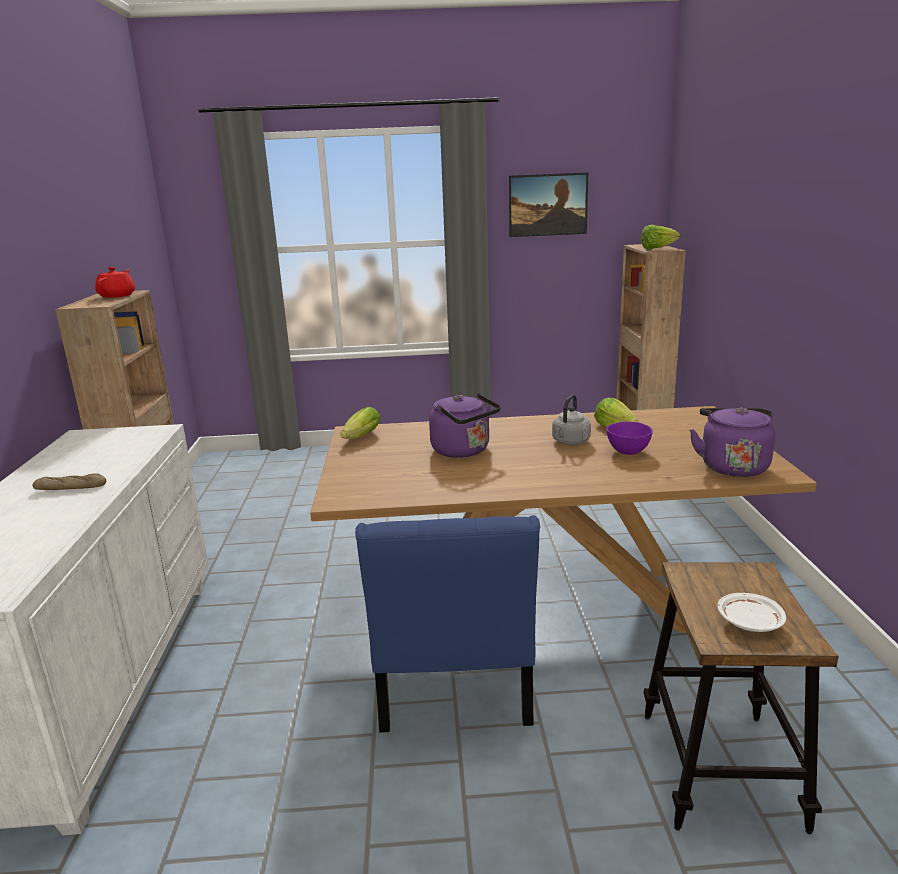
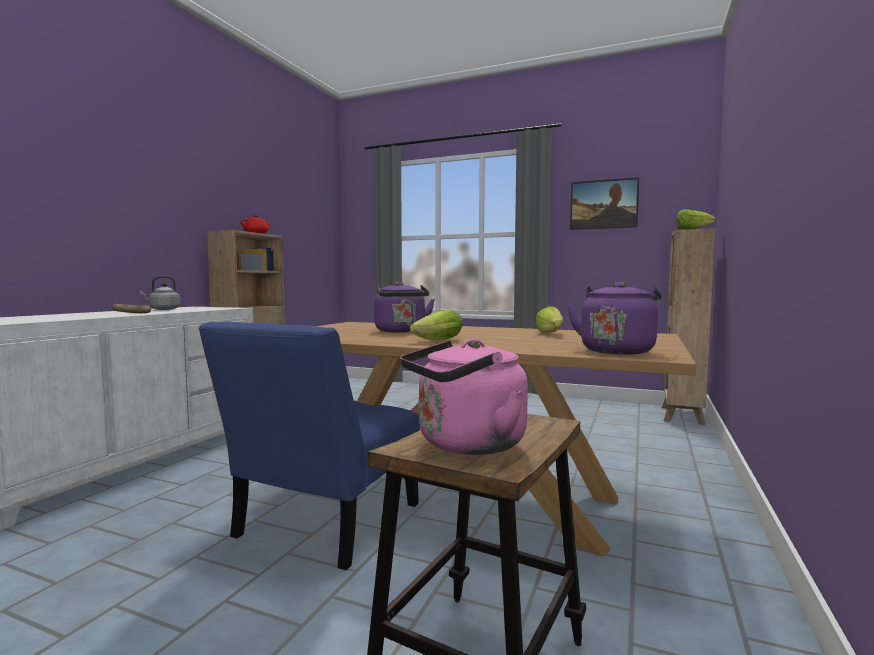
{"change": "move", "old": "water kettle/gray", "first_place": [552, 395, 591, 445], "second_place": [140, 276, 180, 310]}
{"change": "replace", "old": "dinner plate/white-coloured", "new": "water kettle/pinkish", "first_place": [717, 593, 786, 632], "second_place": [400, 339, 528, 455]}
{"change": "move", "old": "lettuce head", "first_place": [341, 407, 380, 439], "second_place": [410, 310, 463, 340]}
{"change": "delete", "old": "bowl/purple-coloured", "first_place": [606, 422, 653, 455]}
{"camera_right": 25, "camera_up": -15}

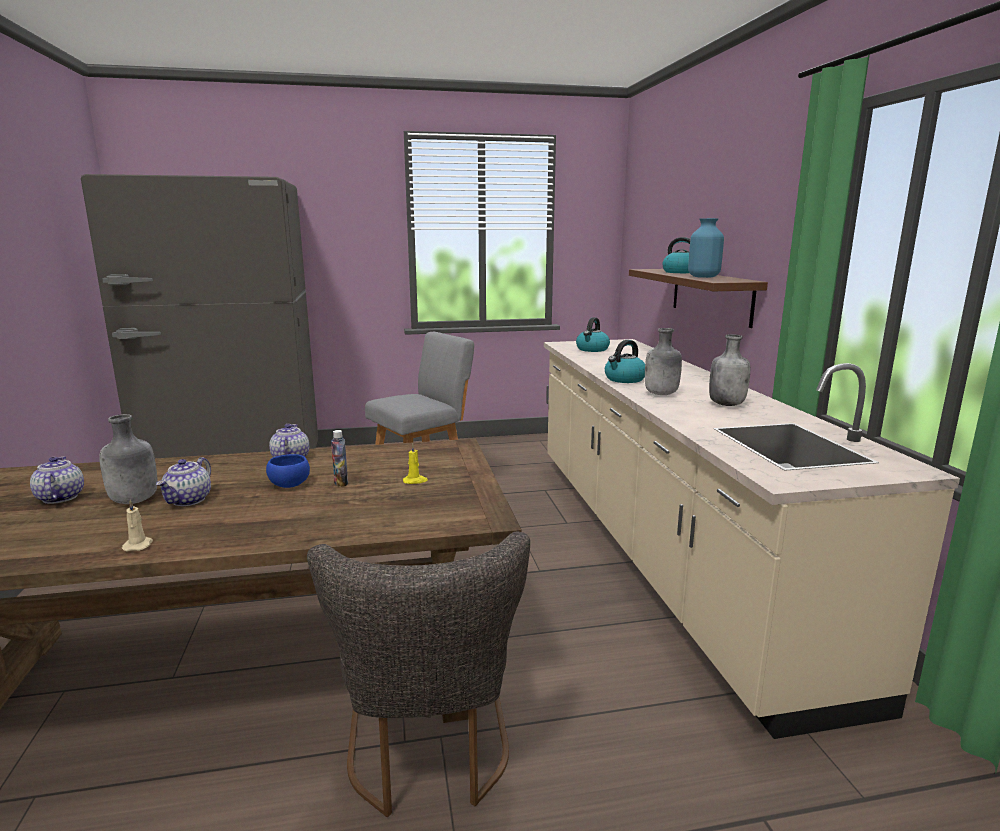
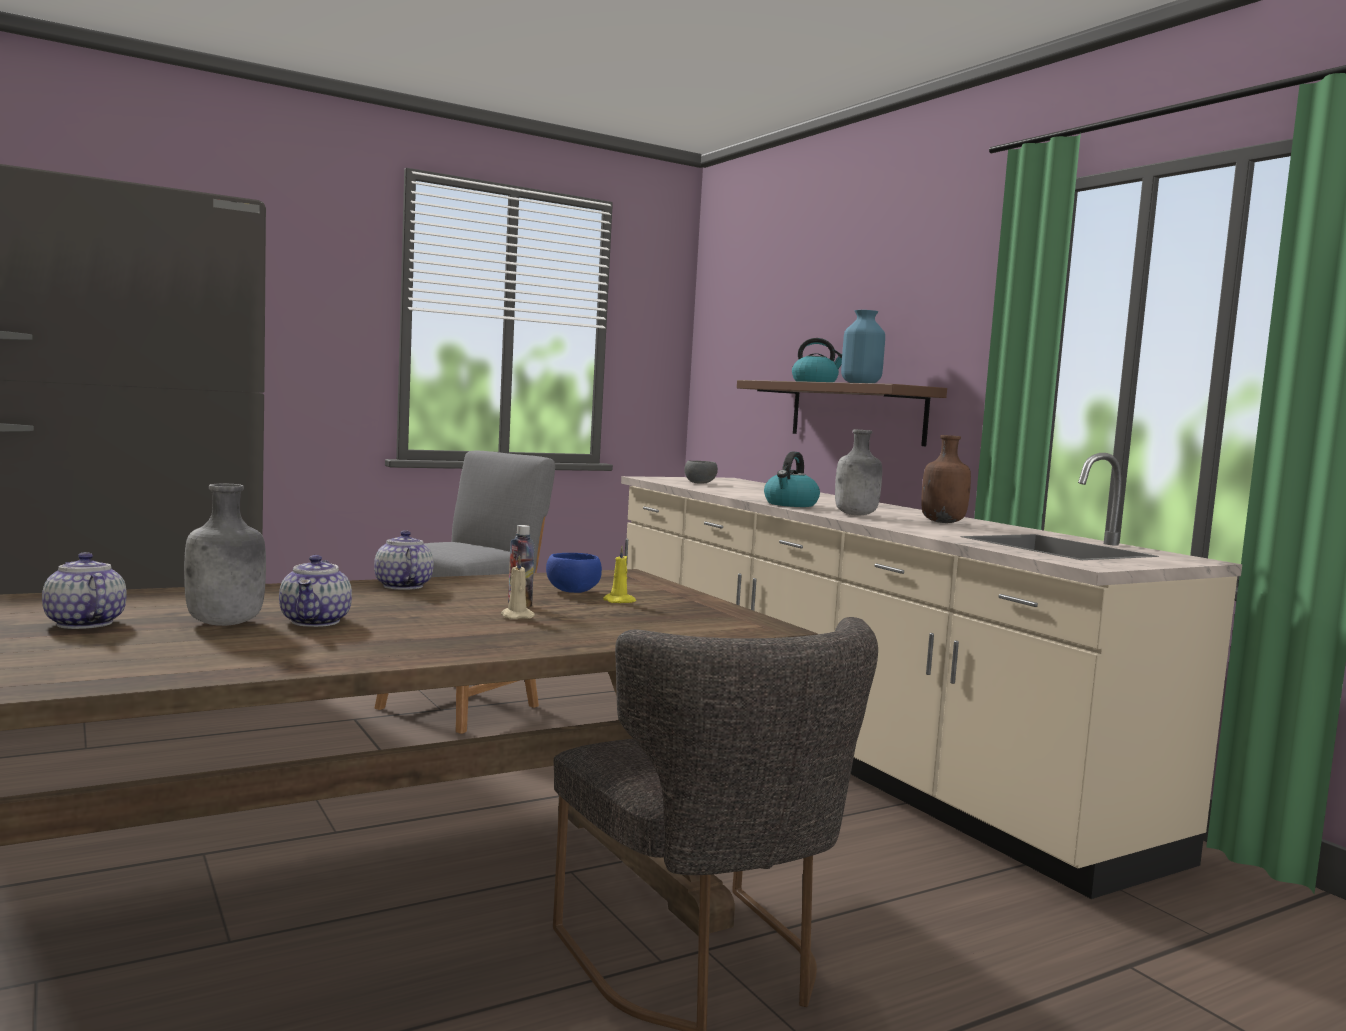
{"change": "move", "old": "wax light/beige-coloured", "first_place": [122, 500, 153, 551], "second_place": [501, 555, 535, 619]}
{"change": "move", "old": "bowl/blue-coloured", "first_place": [266, 454, 310, 488], "second_place": [546, 553, 602, 593]}
{"change": "replace", "old": "water kettle", "new": "bowl/gray", "first_place": [576, 317, 610, 352], "second_place": [684, 460, 718, 484]}
{"change": "recolor", "old": "drink bottle/gray", "new": "drink bottle/brown", "first_place": [709, 334, 750, 406], "second_place": [921, 435, 971, 523]}
{"camera_right": -20, "camera_up": -10}

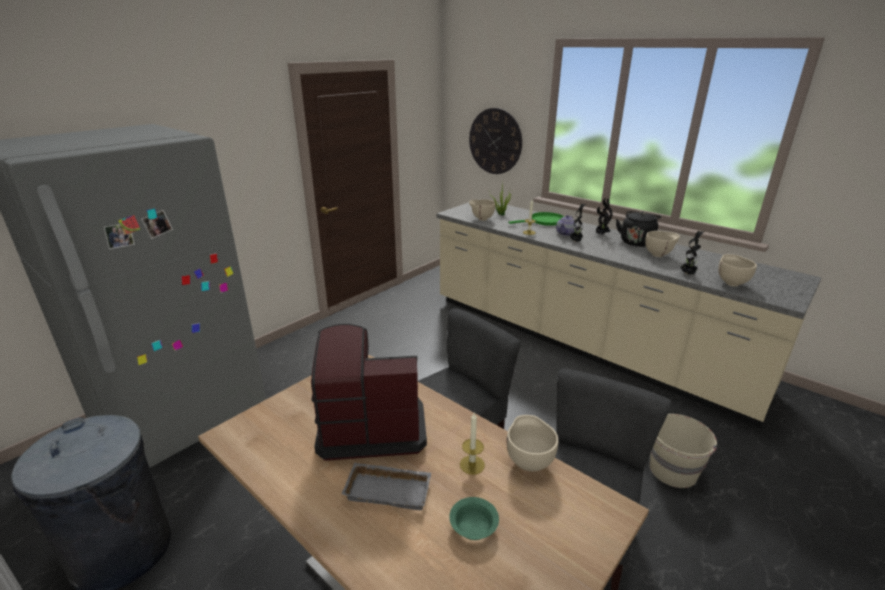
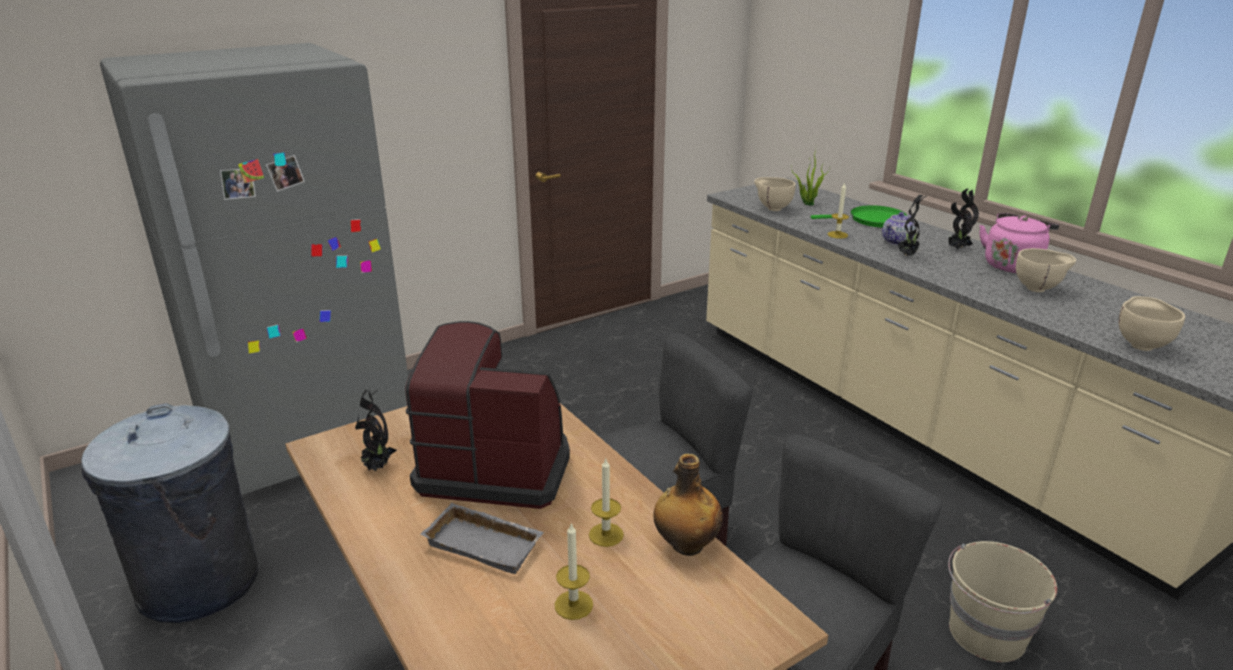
{"change": "move", "old": "plant in a pot", "first_place": [680, 231, 704, 275], "second_place": [355, 387, 397, 471]}
{"change": "replace", "old": "bowl/greenish", "new": "wax light", "first_place": [449, 497, 499, 540], "second_place": [555, 522, 593, 620]}
{"change": "replace", "old": "bowl/beige-coloured", "new": "drink bottle", "first_place": [507, 415, 558, 471], "second_place": [653, 454, 723, 556]}
{"change": "recolor", "old": "water kettle/blackish", "new": "water kettle/pinkish", "first_place": [616, 211, 661, 247], "second_place": [979, 213, 1059, 273]}
{"change": "delete", "old": "clock on the wall", "first_place": [469, 108, 522, 174]}
{"camera_right": 15, "camera_up": 0}

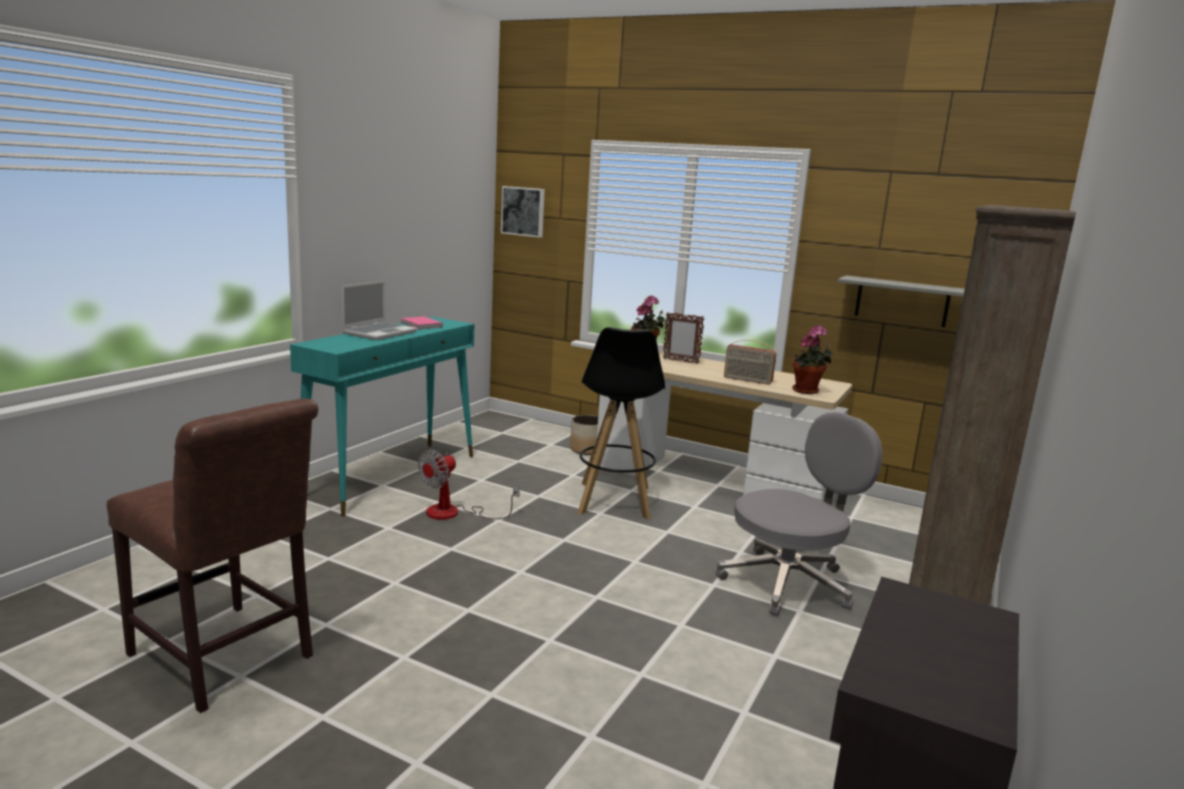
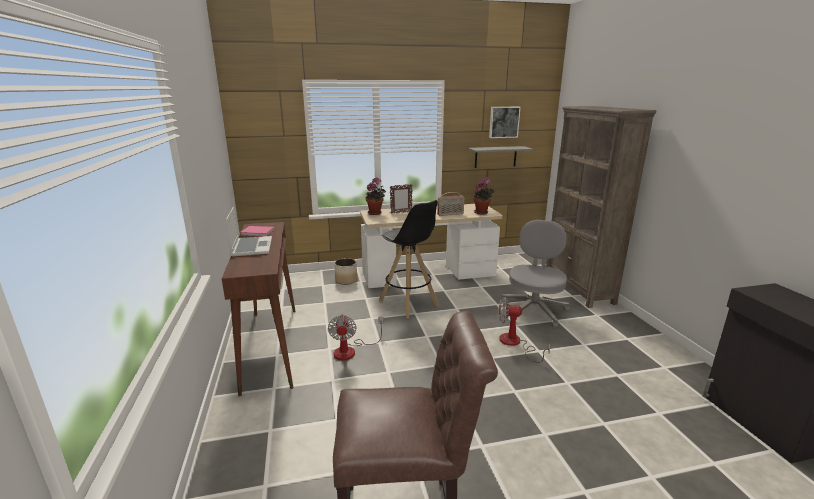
{"change": "recolor", "old": "narrow table/blue-green", "new": "narrow table/brown", "first_place": [290, 317, 474, 517], "second_place": [222, 222, 296, 396]}
{"change": "move", "old": "wall art", "first_place": [501, 186, 545, 238], "second_place": [489, 107, 521, 138]}
{"change": "insert", "new": "electric fan", "second_place": [499, 297, 550, 363]}
{"camera_right": -40, "camera_up": 5}

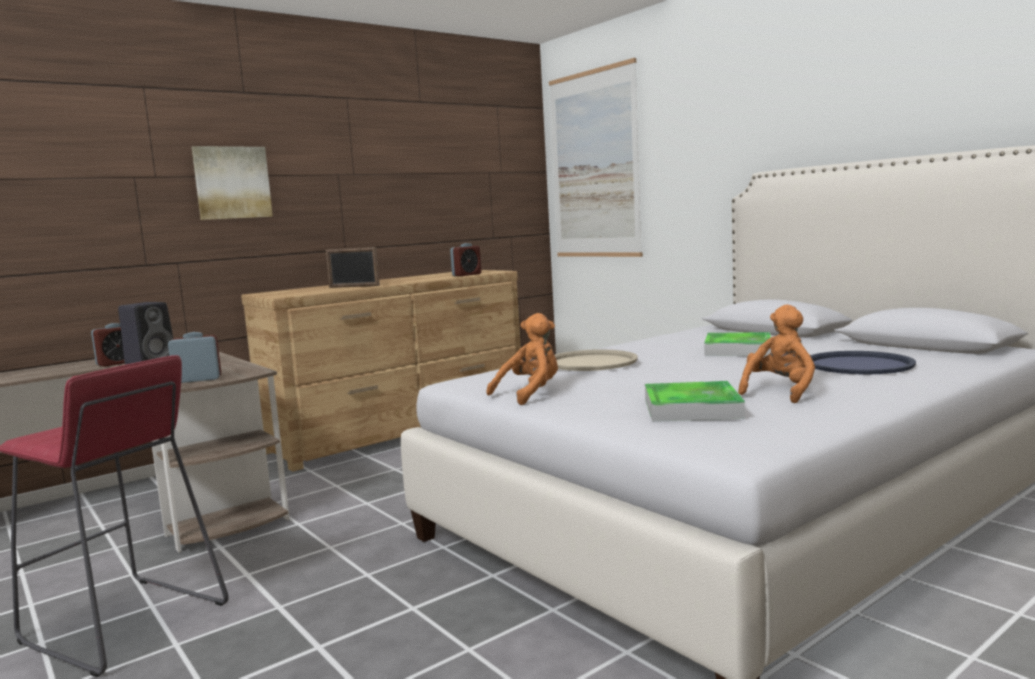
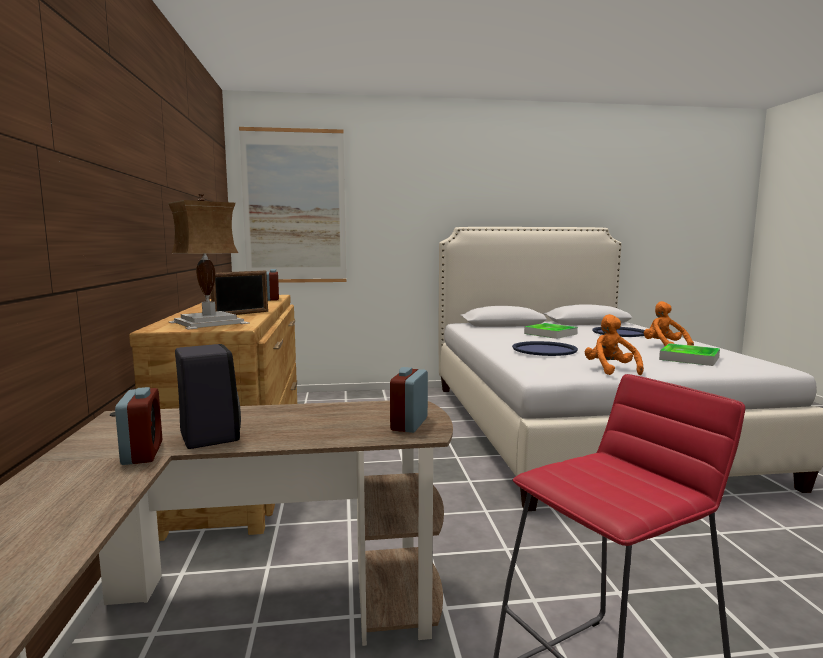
{"change": "insert", "new": "lamp for a table", "second_place": [168, 194, 250, 330]}
{"change": "recolor", "old": "serving tray/beige-coloured", "new": "serving tray/blue-coloured", "first_place": [555, 349, 638, 371], "second_place": [512, 341, 578, 356]}
{"change": "delete", "old": "wall art", "first_place": [192, 146, 273, 220]}
{"camera_right": -60, "camera_up": 0}

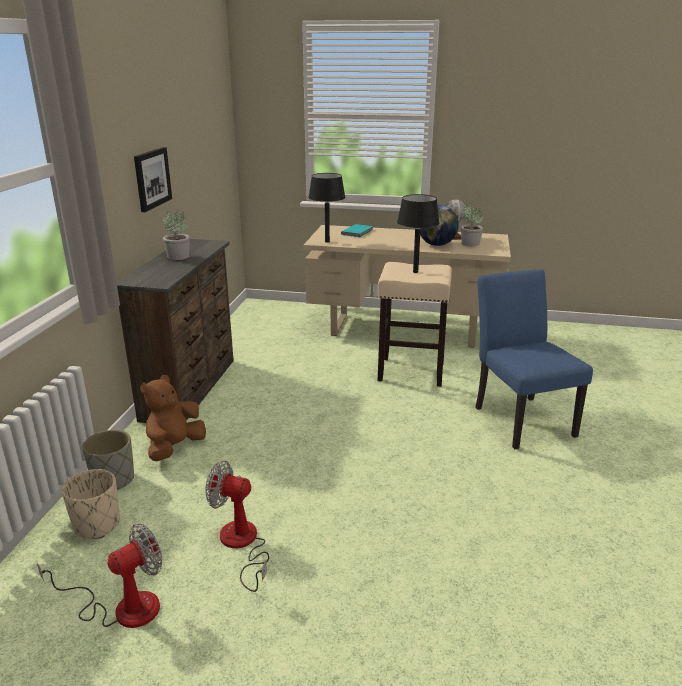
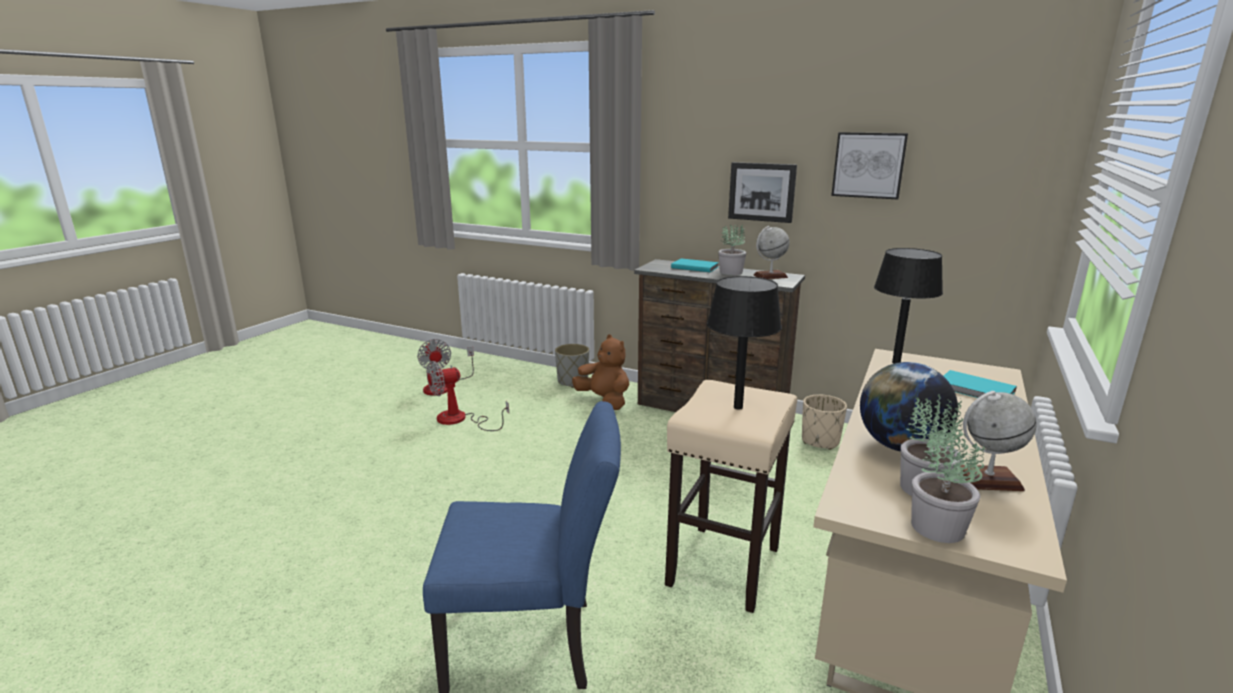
{"change": "rotate", "old": "electric fan", "first_place": [205, 461, 269, 592], "second_place": [427, 361, 509, 431], "degrees": -150}
{"change": "insert", "new": "bound book/blue-green", "second_place": [671, 258, 719, 272]}
{"change": "insert", "new": "globe", "second_place": [754, 226, 790, 279]}
{"change": "move", "old": "flower pot/beige-coloured", "first_place": [62, 469, 120, 539], "second_place": [802, 395, 847, 450]}
{"change": "insert", "new": "wall art", "second_place": [831, 132, 908, 200]}
{"change": "insert", "new": "plant in a pot", "second_place": [911, 426, 985, 543]}
{"camera_right": 105, "camera_up": -5}

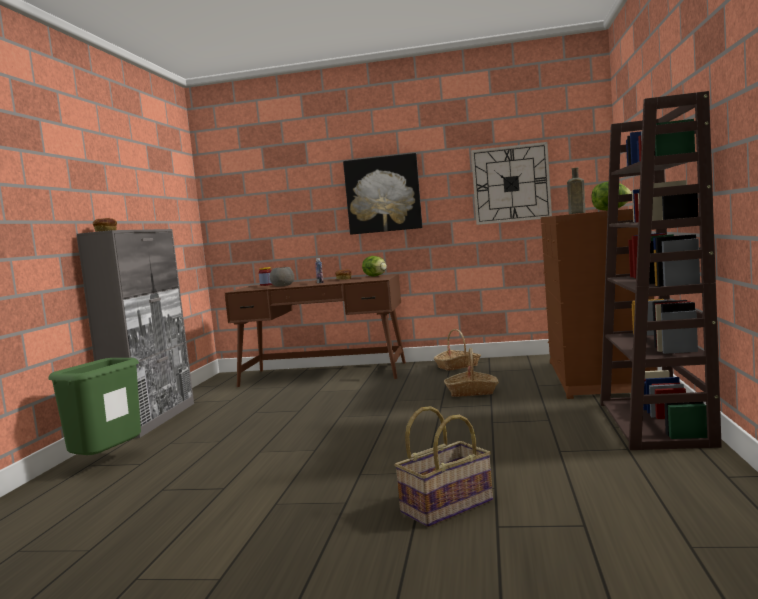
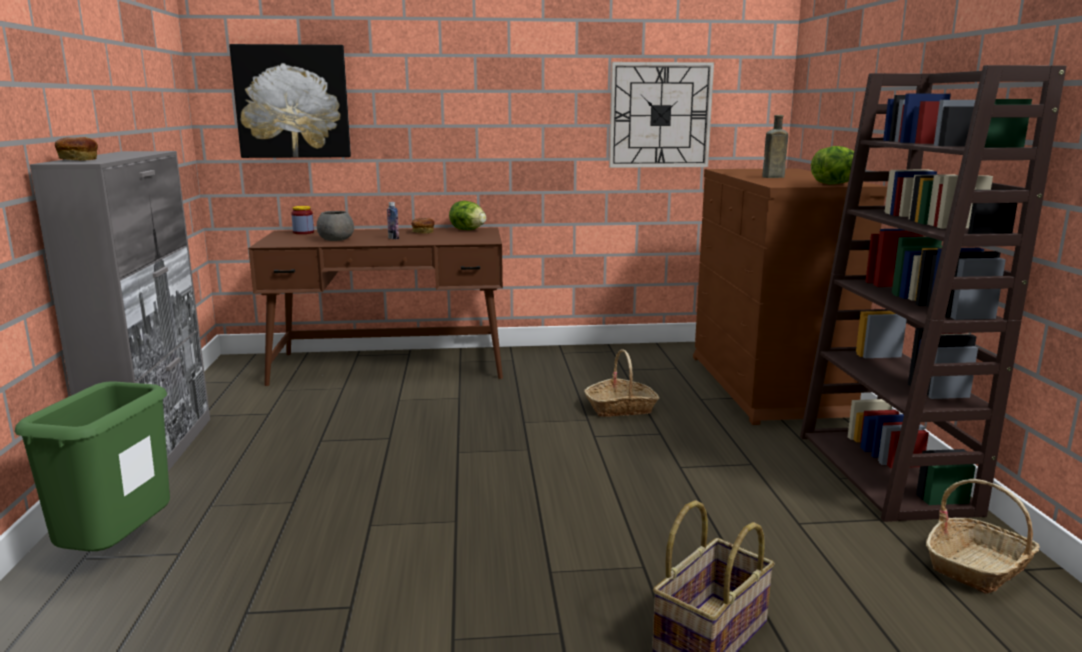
{"change": "move", "old": "wall art", "first_place": [343, 153, 422, 235], "second_place": [229, 44, 351, 158]}
{"change": "move", "old": "storage basket", "first_place": [434, 329, 481, 371], "second_place": [926, 479, 1040, 594]}
{"camera_right": -15, "camera_up": 10}

